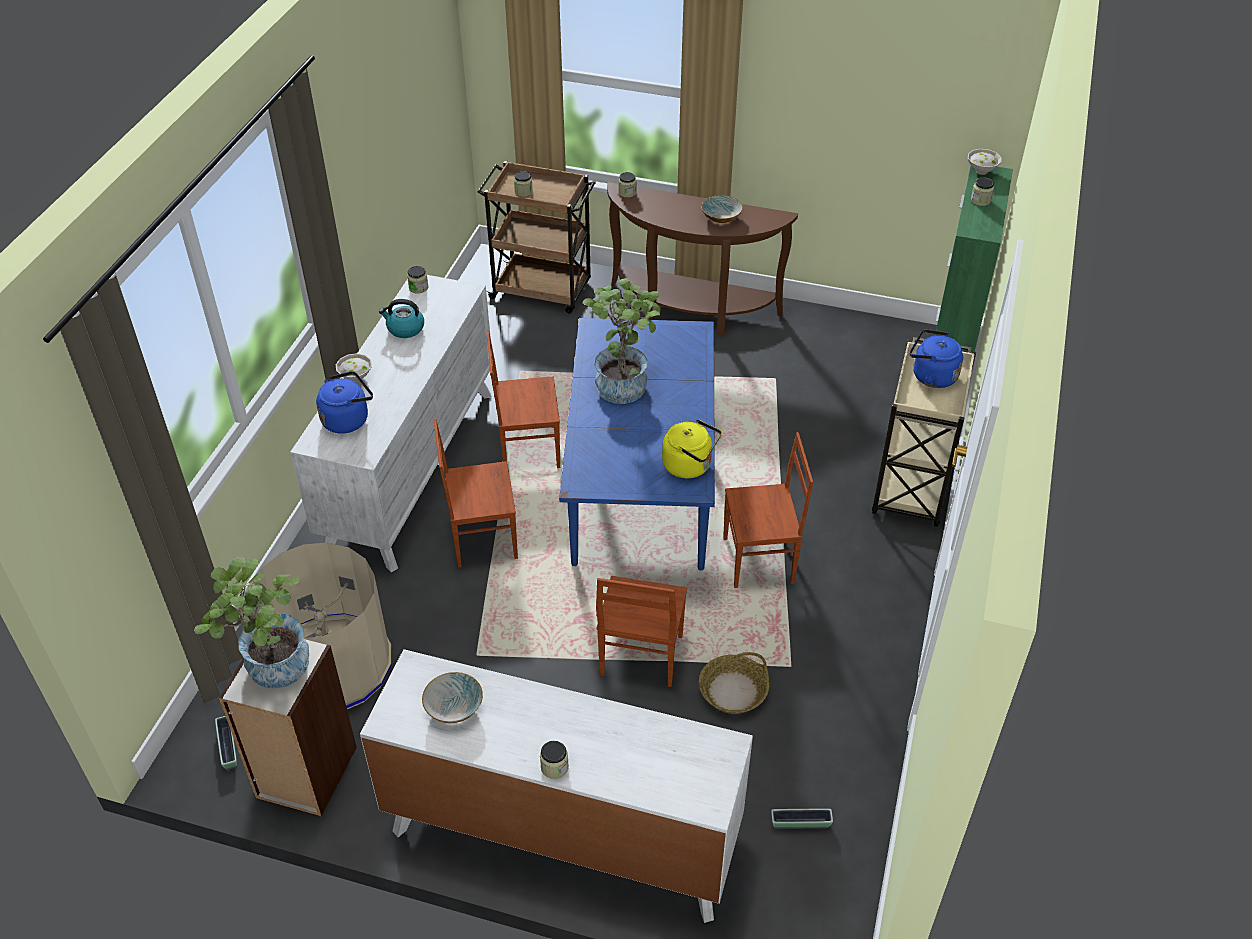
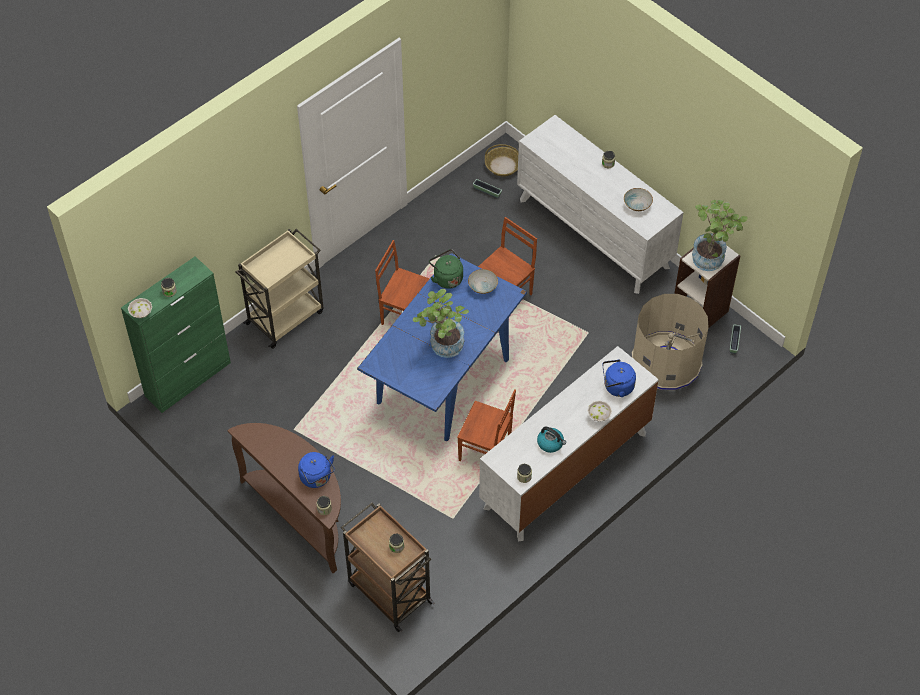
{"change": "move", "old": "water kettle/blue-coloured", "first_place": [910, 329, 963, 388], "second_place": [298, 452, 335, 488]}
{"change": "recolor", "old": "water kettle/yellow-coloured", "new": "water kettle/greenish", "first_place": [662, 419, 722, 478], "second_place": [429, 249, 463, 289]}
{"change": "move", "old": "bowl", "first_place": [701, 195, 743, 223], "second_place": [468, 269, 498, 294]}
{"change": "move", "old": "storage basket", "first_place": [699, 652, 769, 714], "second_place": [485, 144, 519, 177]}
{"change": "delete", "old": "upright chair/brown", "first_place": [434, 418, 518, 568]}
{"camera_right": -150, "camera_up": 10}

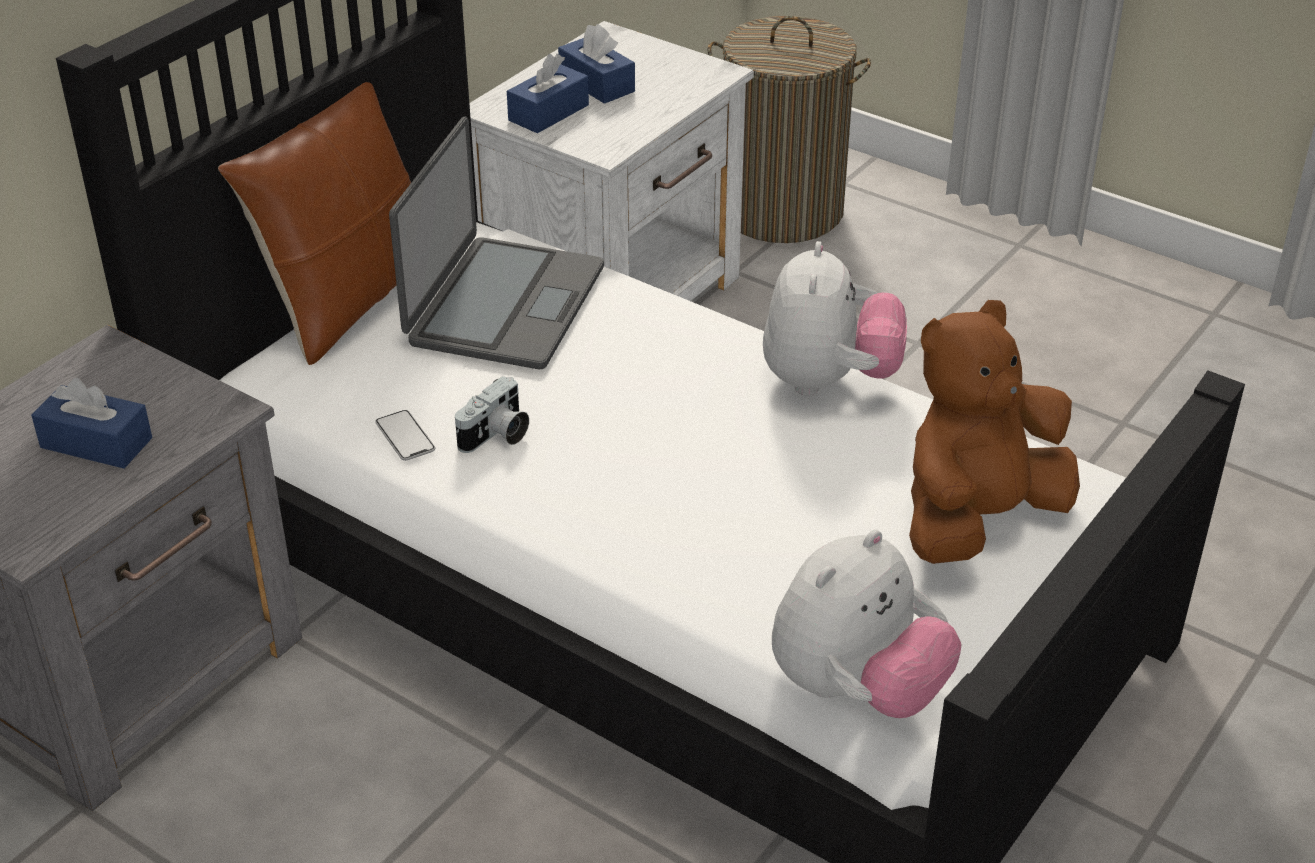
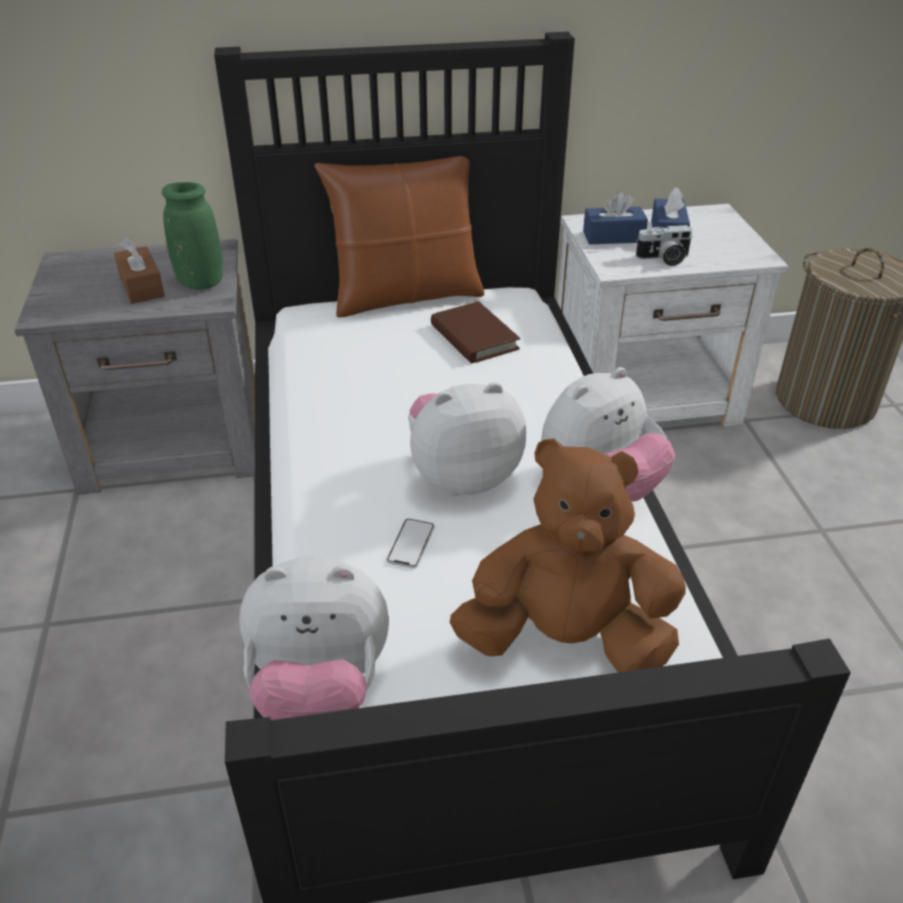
{"change": "recolor", "old": "tissue holder/blue-coloured", "new": "tissue holder/brown", "first_place": [31, 378, 152, 468], "second_place": [114, 238, 165, 304]}
{"change": "insert", "new": "decorative vase/greenish", "second_place": [162, 182, 223, 290]}
{"change": "move", "old": "phone", "first_place": [375, 410, 435, 461], "second_place": [387, 519, 434, 568]}
{"change": "insert", "new": "cuddly toy", "second_place": [408, 382, 526, 496]}
{"change": "replace", "old": "notebook computer", "new": "bound book/brown", "first_place": [389, 117, 604, 369], "second_place": [431, 301, 520, 363]}
{"change": "move", "old": "photo camera", "first_place": [455, 376, 529, 453], "second_place": [636, 225, 693, 266]}
{"camera_right": 45, "camera_up": 0}

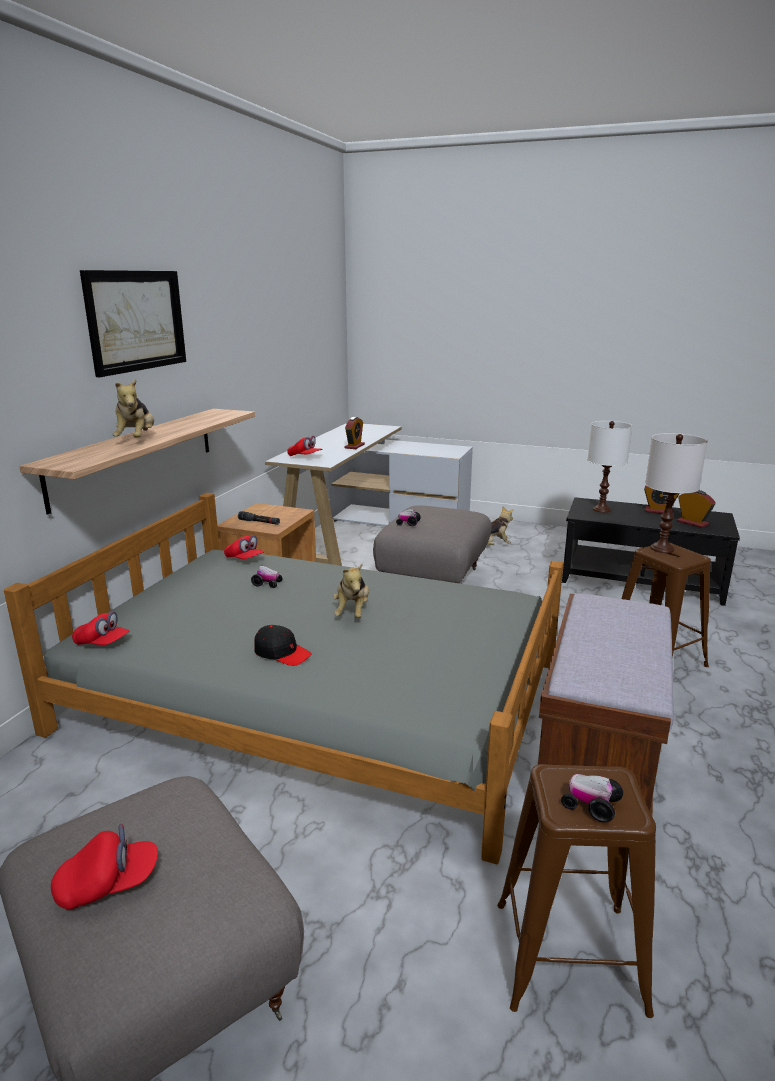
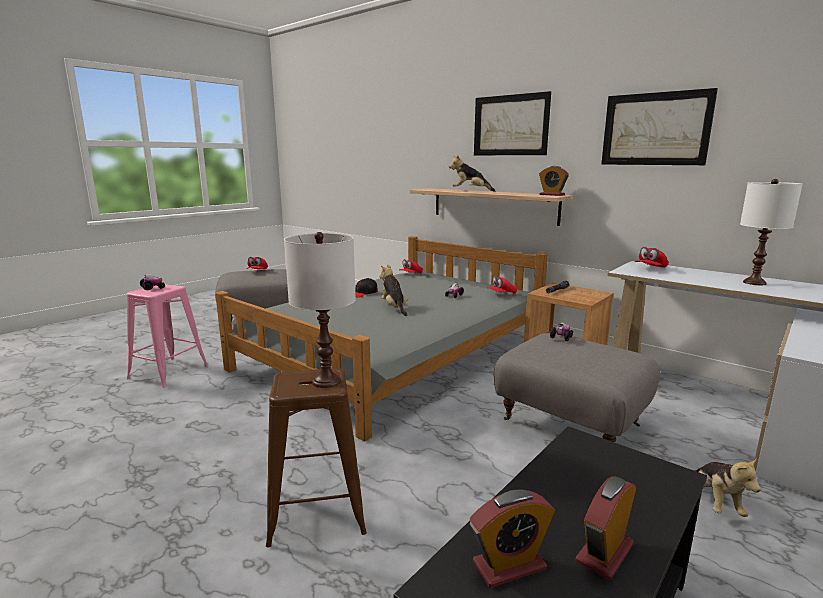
{"change": "recolor", "old": "sitting stool/brown", "new": "sitting stool/pinkish", "first_place": [497, 764, 656, 1018], "second_place": [127, 284, 208, 388]}
{"change": "rotate", "old": "cuddly toy", "first_place": [333, 563, 369, 618], "second_place": [380, 264, 409, 316], "degrees": 45}
{"change": "move", "old": "table clock", "first_place": [345, 417, 365, 449], "second_place": [539, 166, 569, 196]}
{"change": "insert", "new": "wall art", "second_place": [601, 88, 718, 165]}
{"change": "move", "old": "lamp for a table/white-coloured", "first_place": [588, 421, 632, 513], "second_place": [740, 179, 802, 285]}
{"change": "delete", "old": "indoor bench/brown", "first_place": [538, 593, 674, 817]}
{"camera_right": 110, "camera_up": -5}

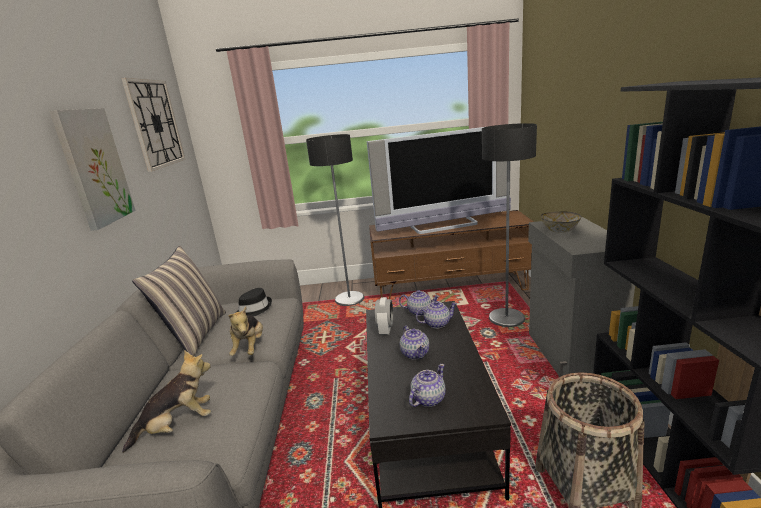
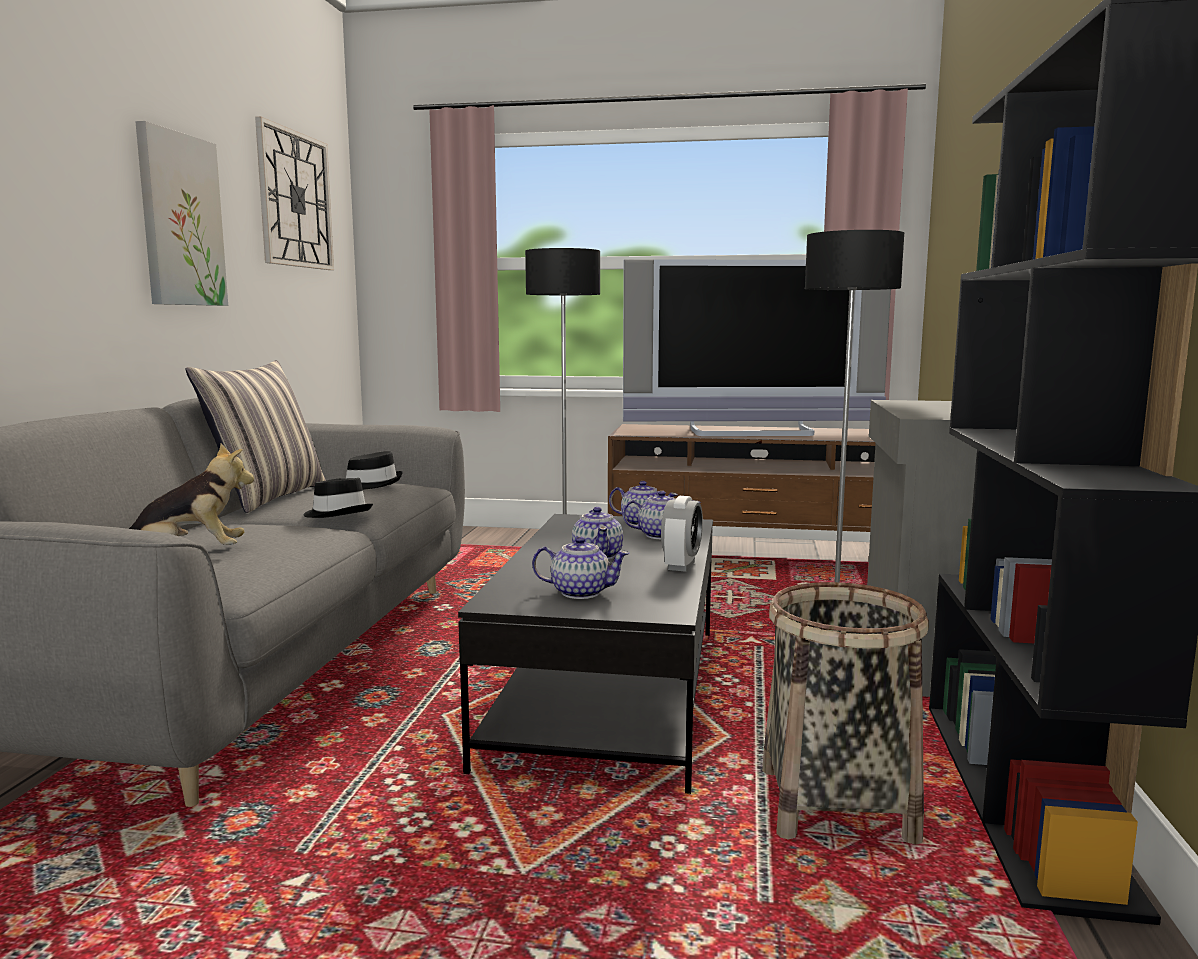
{"change": "replace", "old": "cuddly toy", "new": "hat/blackish", "first_place": [228, 307, 263, 356], "second_place": [304, 478, 373, 518]}
{"change": "rotate", "old": "pot for tea", "first_place": [409, 364, 446, 407], "second_place": [532, 536, 630, 599], "degrees": 45}
{"change": "move", "old": "table clock", "first_place": [375, 297, 393, 335], "second_place": [661, 496, 703, 572]}
{"change": "delete", "old": "bowl", "first_place": [541, 212, 582, 233]}
{"camera_right": 10, "camera_up": -10}

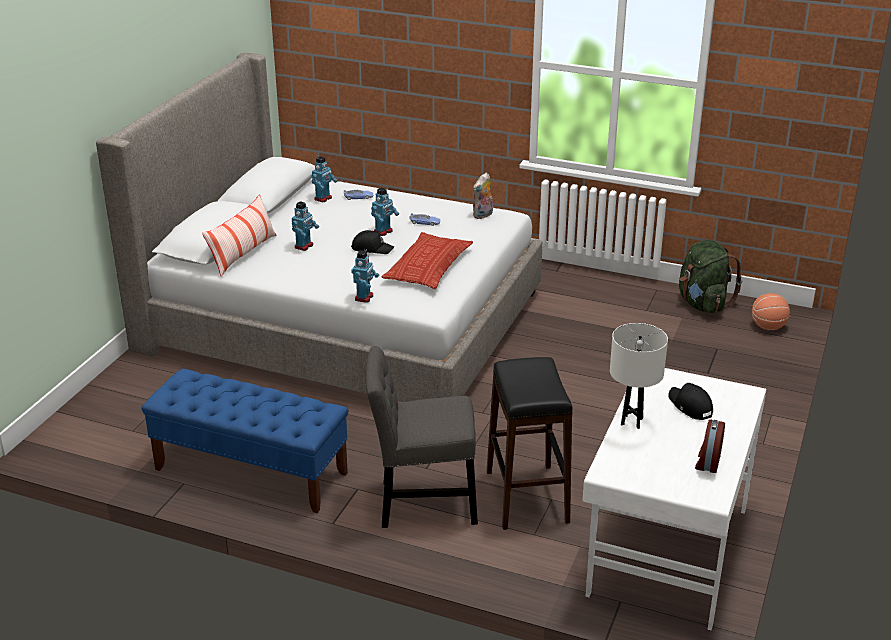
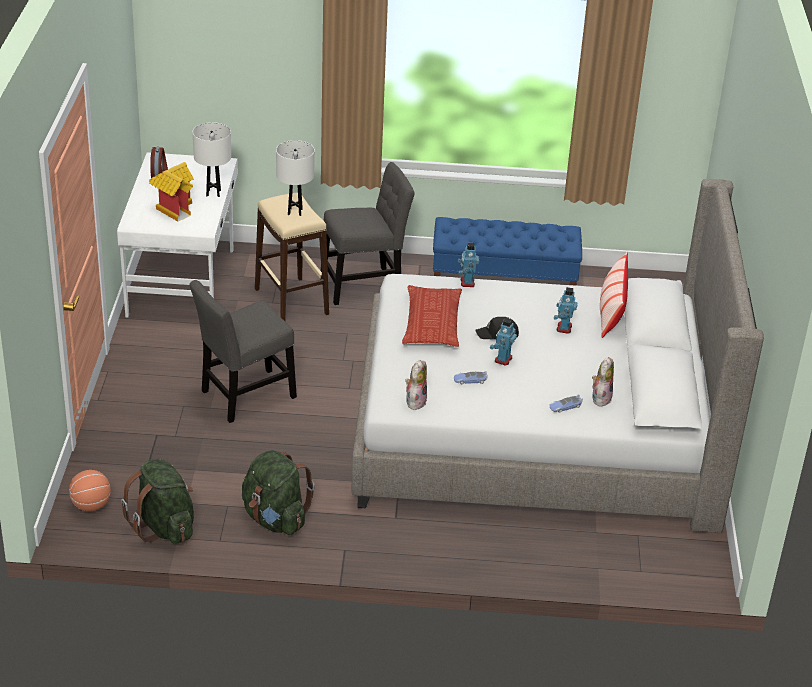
{"change": "replace", "old": "baseball cap/blackish", "new": "model house", "first_place": [668, 383, 713, 420], "second_place": [149, 162, 194, 222]}
{"change": "insert", "new": "upright chair/gray", "second_place": [190, 280, 297, 423]}
{"change": "insert", "new": "knapsack/greenish", "second_place": [242, 450, 315, 535]}
{"change": "recolor", "old": "sitting stool/blackish", "new": "sitting stool/beige-coloured", "first_place": [487, 357, 573, 530], "second_place": [255, 193, 329, 321]}
{"change": "insert", "new": "lamp for a table/white-coloured", "second_place": [276, 140, 315, 216]}
{"change": "replace", "old": "toy robot", "new": "cuddly toy", "first_place": [312, 156, 338, 202], "second_place": [592, 357, 614, 406]}
{"camera_right": 160, "camera_up": 5}

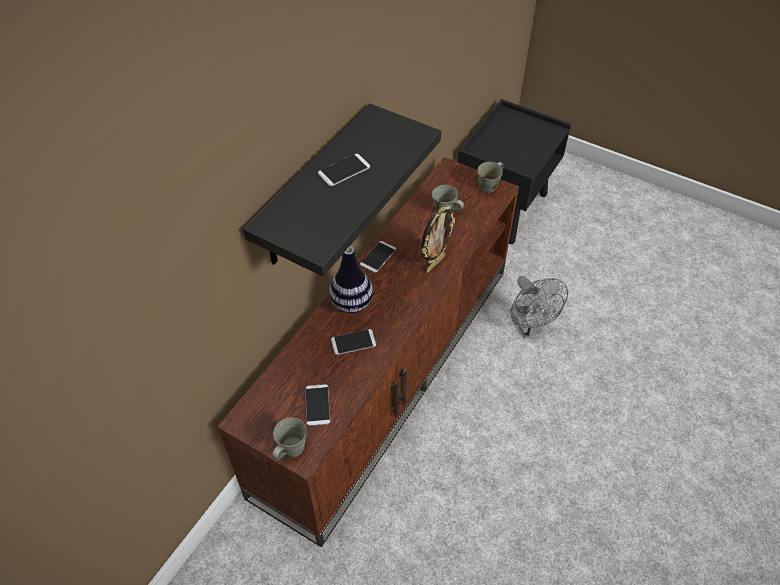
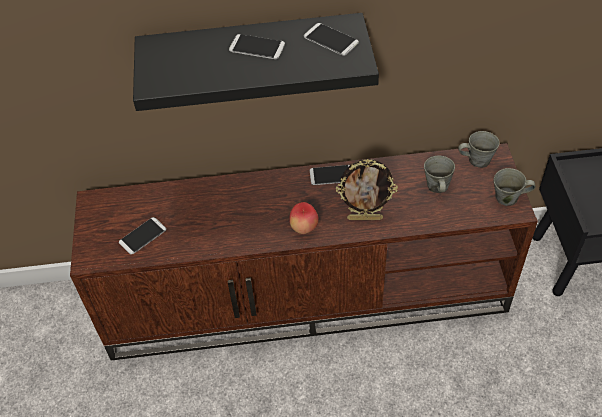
{"change": "insert", "new": "apple fruit", "second_place": [289, 202, 319, 234]}
{"change": "move", "old": "phone", "first_place": [331, 329, 376, 355], "second_place": [304, 23, 359, 56]}
{"change": "move", "old": "mug/gray", "first_place": [272, 418, 307, 460], "second_place": [458, 131, 500, 168]}
{"change": "delete", "old": "decorative vase", "first_place": [329, 246, 373, 313]}
{"change": "delete", "old": "electric fan/gray", "first_place": [510, 276, 568, 338]}
{"camera_right": 55, "camera_up": 0}

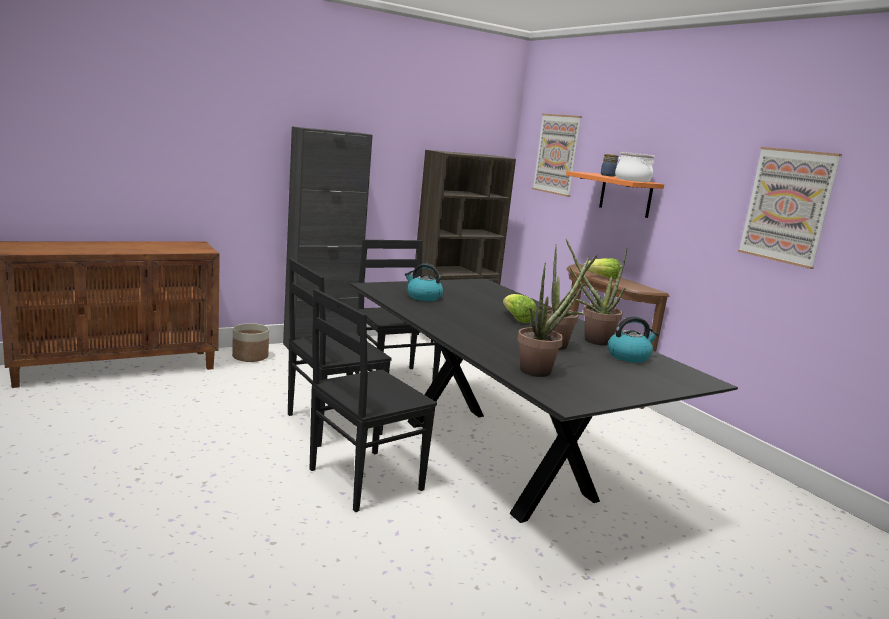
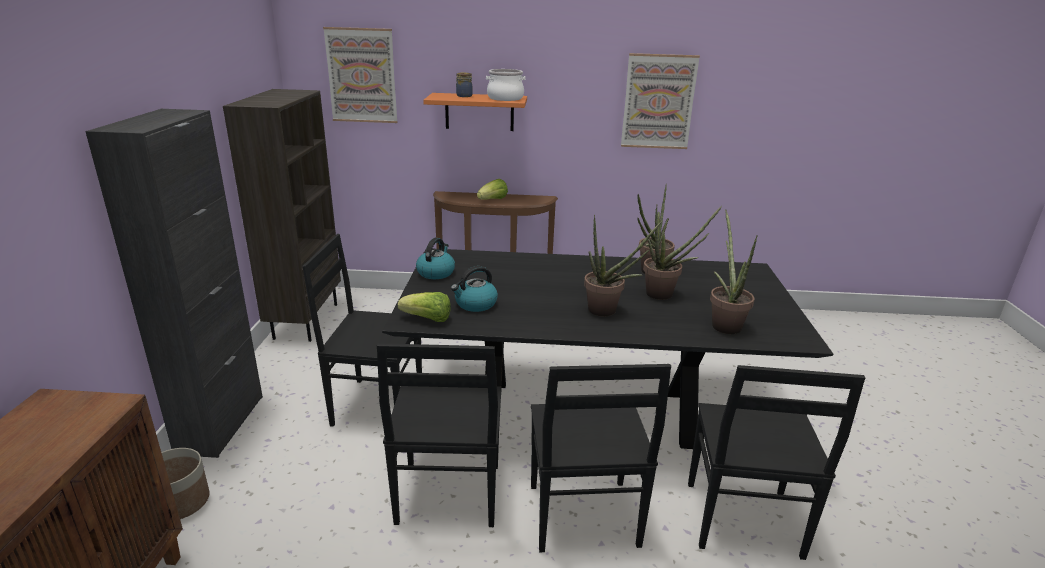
{"change": "move", "old": "lettuce head", "first_place": [503, 294, 536, 323], "second_place": [398, 292, 451, 322]}
{"change": "move", "old": "water kettle", "first_place": [608, 316, 659, 363], "second_place": [416, 238, 455, 279]}
{"change": "insert", "new": "plant in a pot", "second_place": [584, 215, 662, 317]}
{"change": "insert", "new": "upright chair/blackish", "second_place": [688, 365, 866, 560]}
{"camera_right": -55, "camera_up": 10}

